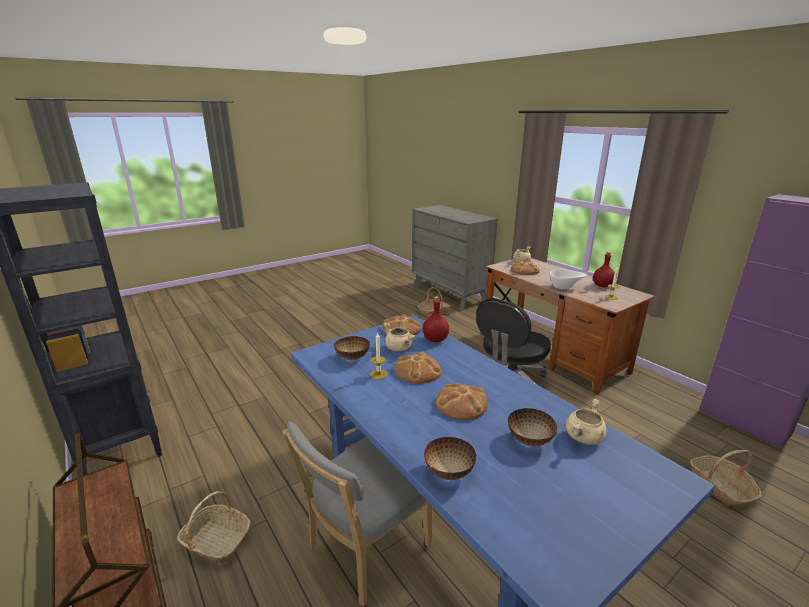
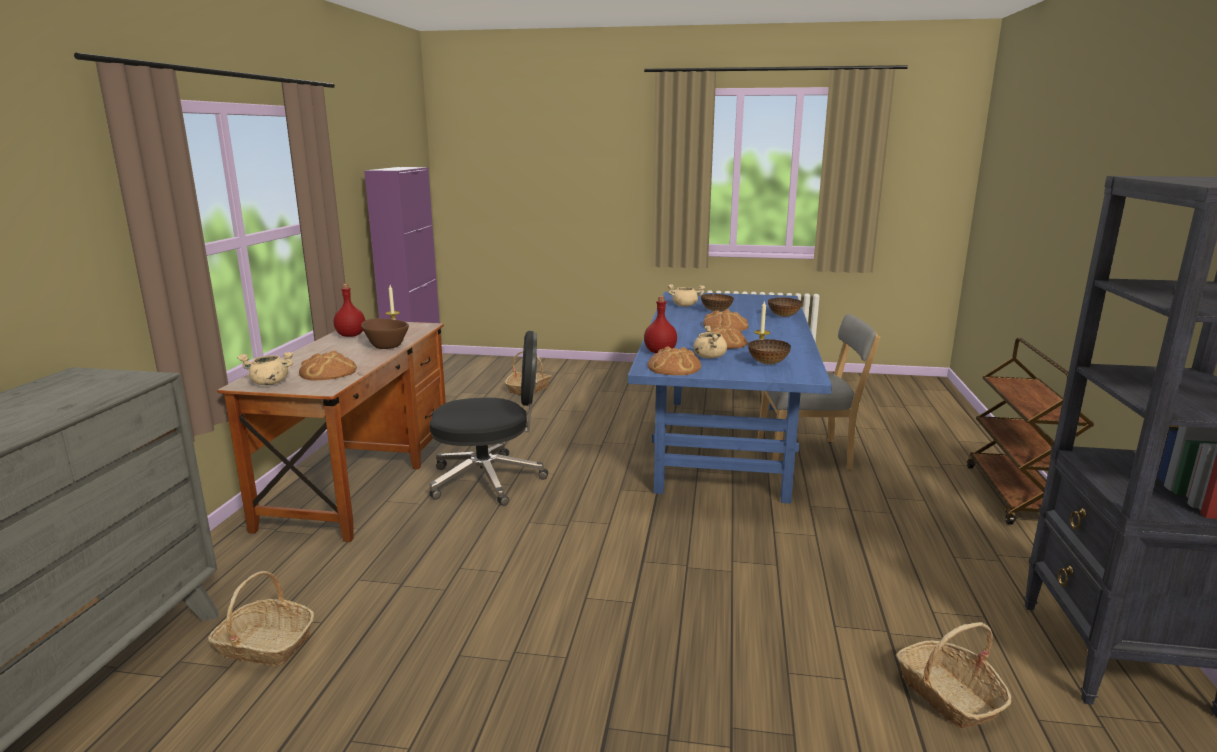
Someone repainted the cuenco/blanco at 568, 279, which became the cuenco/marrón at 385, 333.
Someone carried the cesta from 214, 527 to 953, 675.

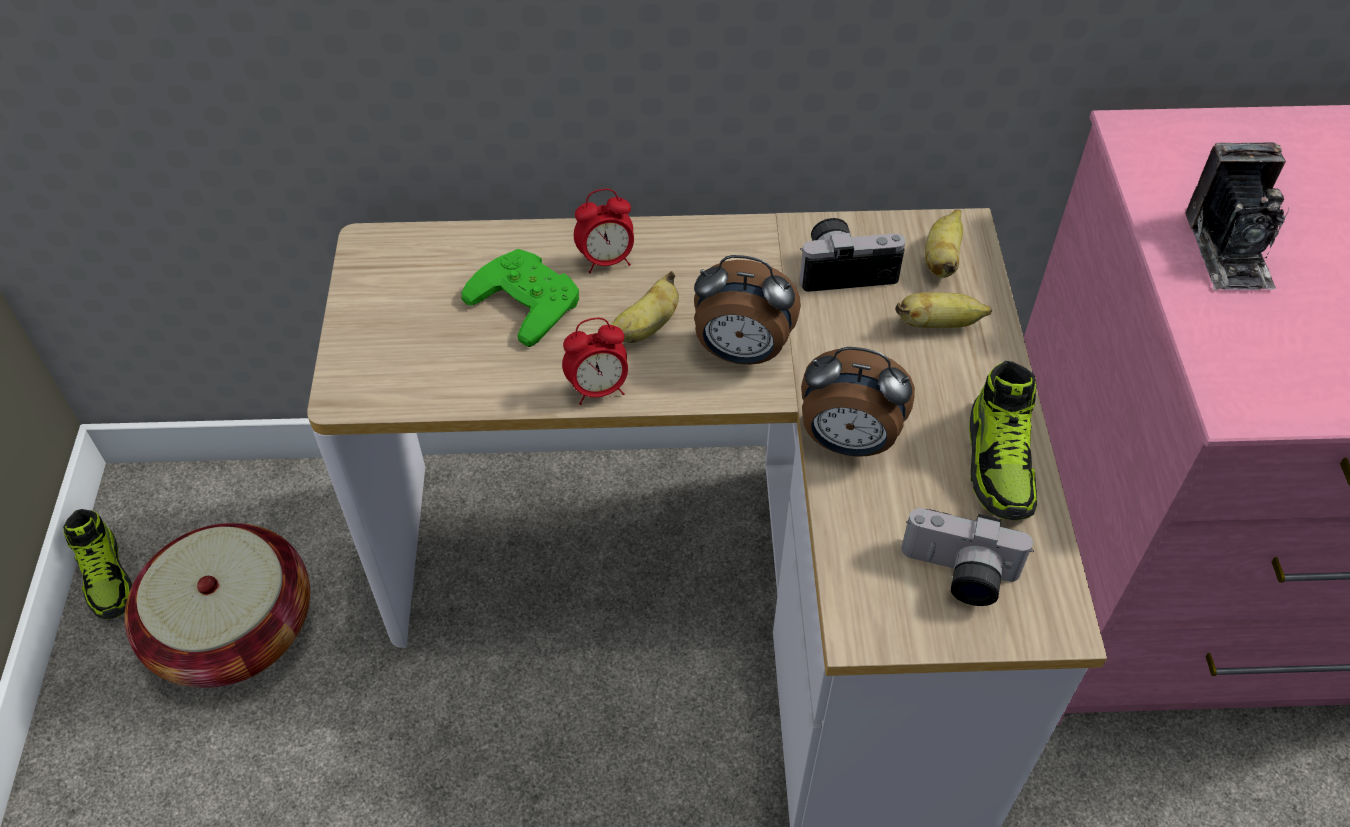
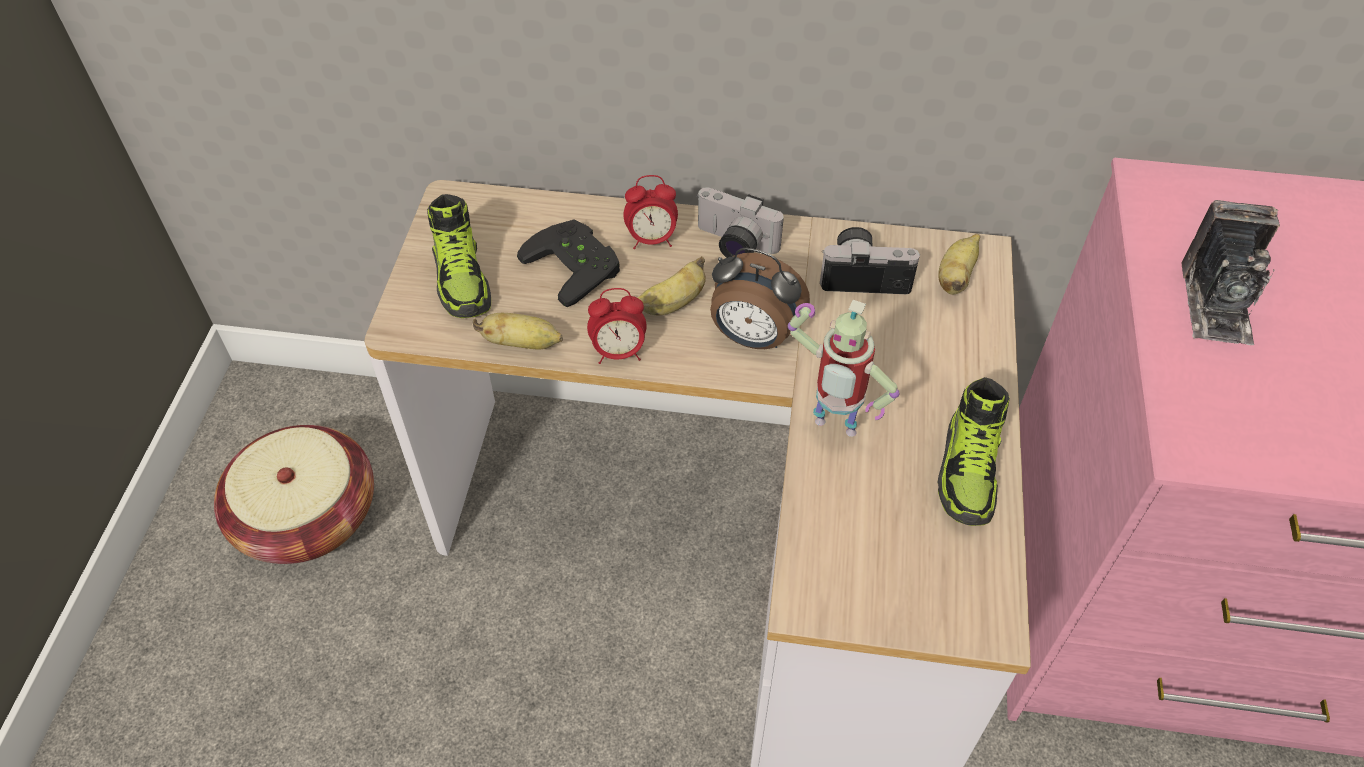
Someone repainted the mando de consola/verde at 520, 298, which became the mando de consola/negro at 568, 263.
Someone carried the plátano from 943, 310 to 518, 331.
Someone swapped the despertador at 858, 402 for the robot de juguete at 843, 368.
Someone carried the cámara from 967, 557 to 740, 222.
Someone carried the zapato from 97, 564 to 459, 256.

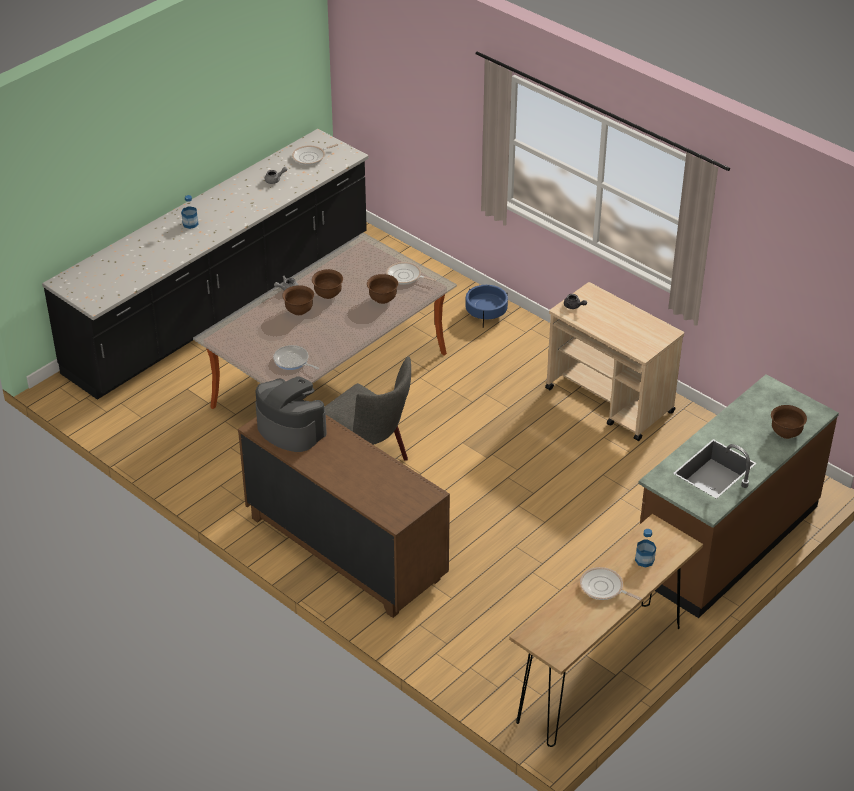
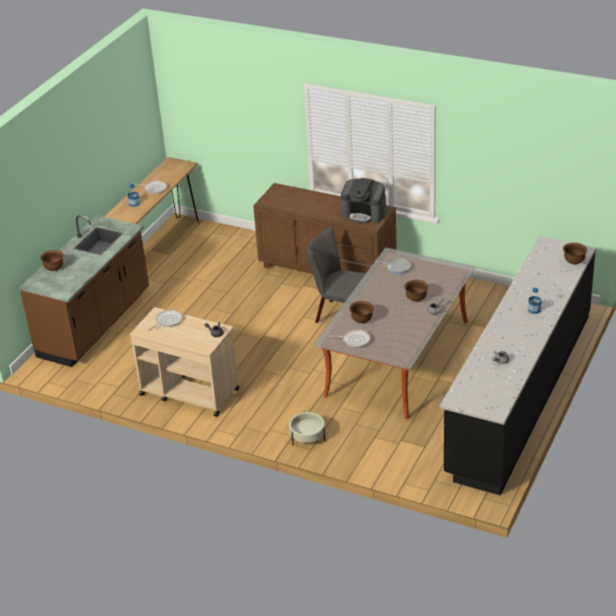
Someone carried the sartén from 315, 155 to 165, 320.
Someone carried the cuenco/marrón from 327, 284 to 575, 254.
Someone repainted the maceta/azul at 486, 306, which became the maceta/beis at 307, 428.

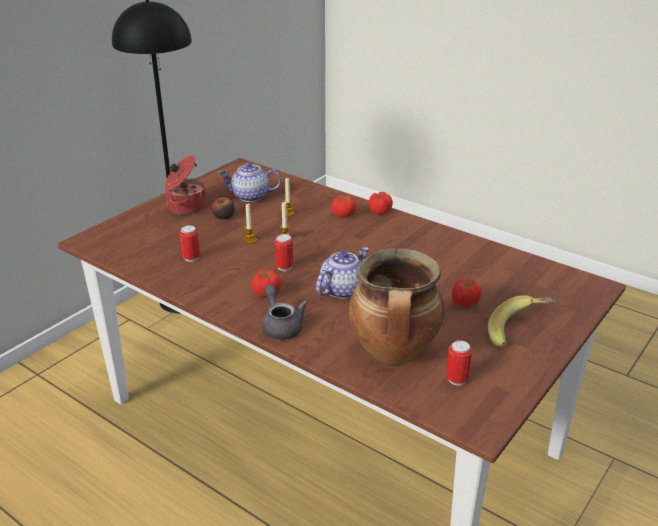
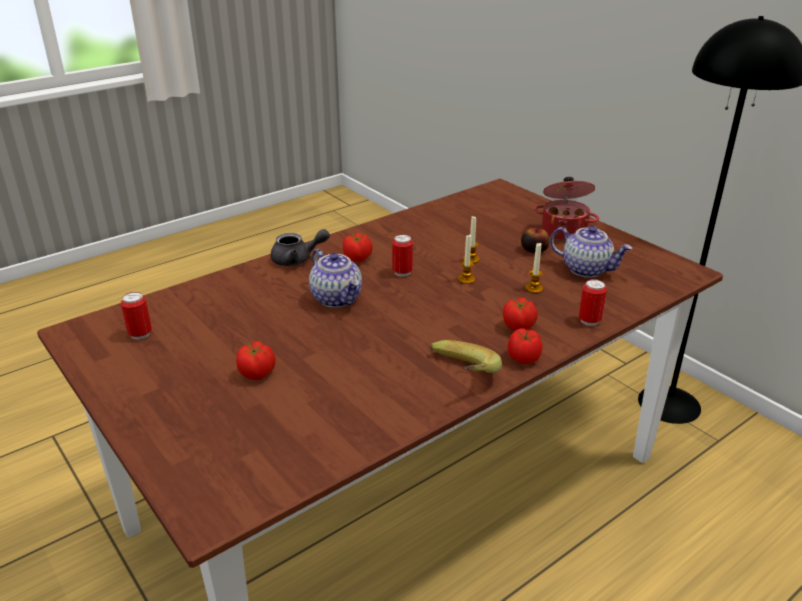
Someone rotated the tetera at 249, 182 by 105 degrees clockwise.
Someone carried the lata from 190, 243 to 593, 302.
Someone took away the olla at 396, 306.
Someone carried the plátano from 522, 321 to 466, 356.

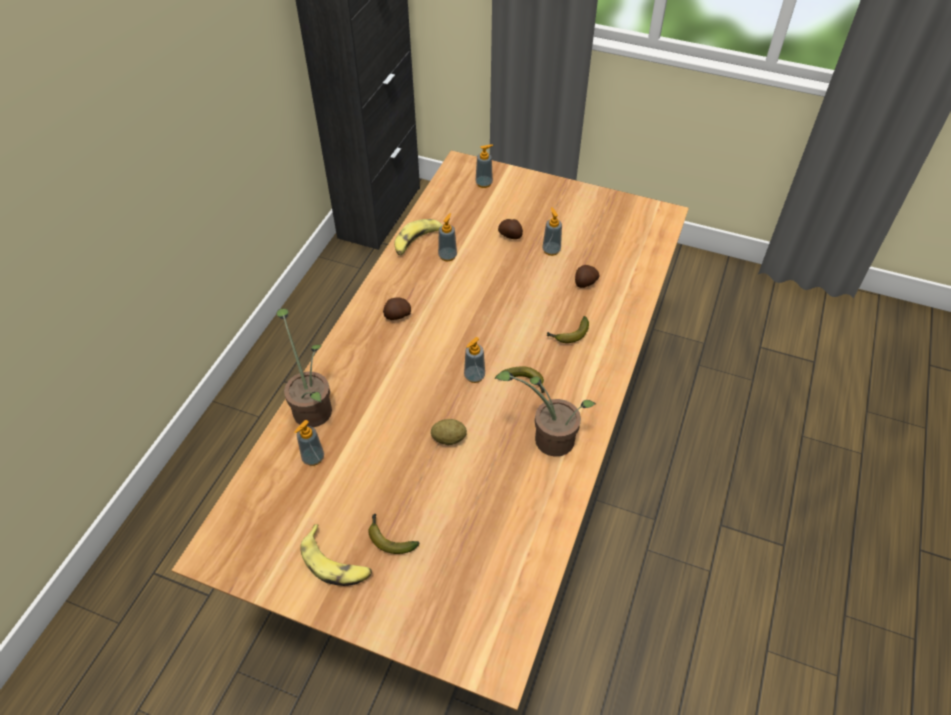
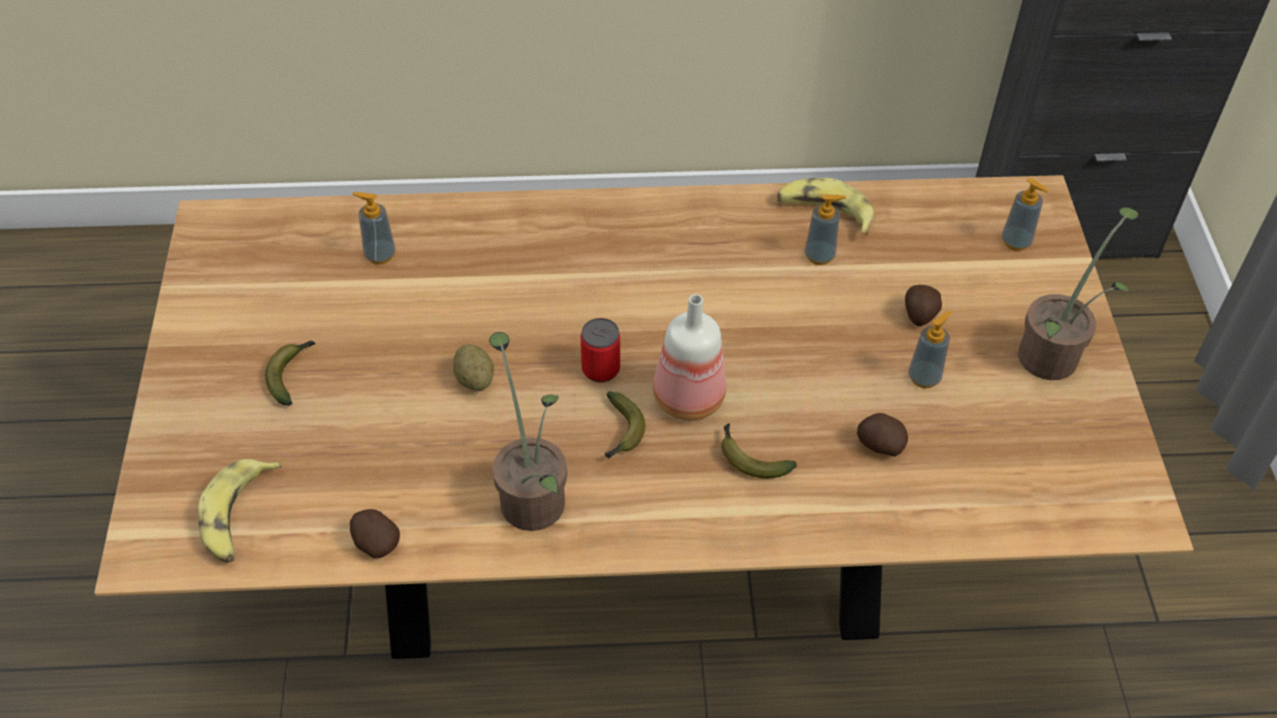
Someone carried the patata from 397, 308 to 375, 533.
Someone carried the planta en maceta from 304, 367 to 1078, 293.
Someone swapped the dispensador de jabón at 474, 360 for the lata at 600, 350.
Someone carried the plátano from 336, 555 to 240, 511.
Someone put down the botella at 689, 357.

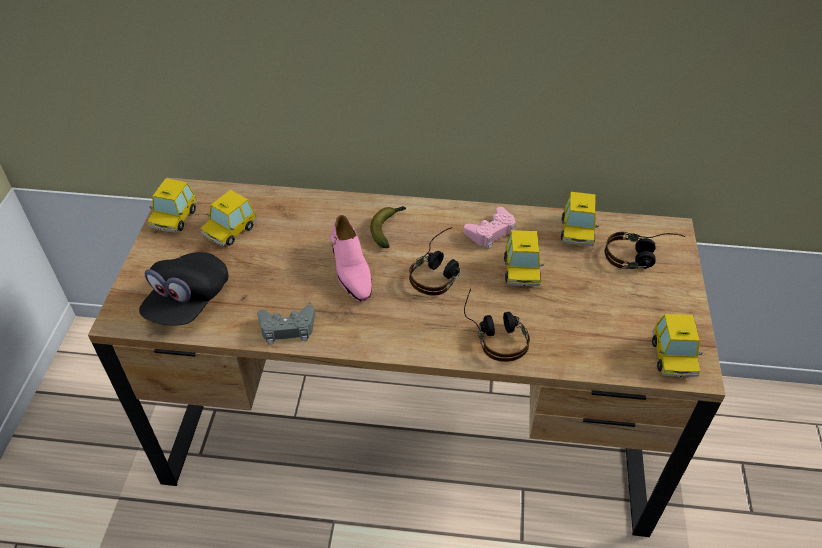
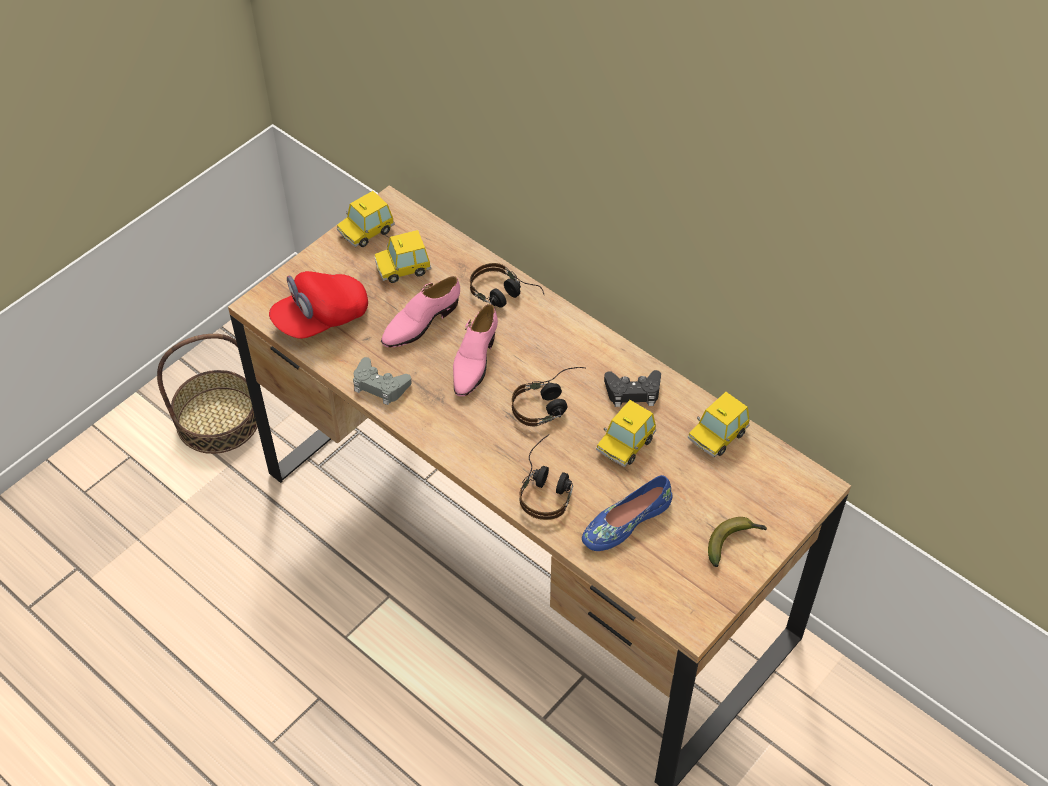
Someone carried the plátano from 388, 227 to 737, 542.
Someone repainted the mando de consola/rosa at 490, 228, which became the mando de consola/negro at 632, 388.
Someone carried the auriculares from 645, 250 to 507, 285.
Someone repainted the gorra/negro at 183, 289, which became the gorra/rojo at 318, 305.
Someone took away the coche de juguete at 677, 345.
Someone put down the zapato/rosa at 420, 311.
Someone put down the cesta at 207, 394.
Someone put down the zapato/azul at 627, 513.

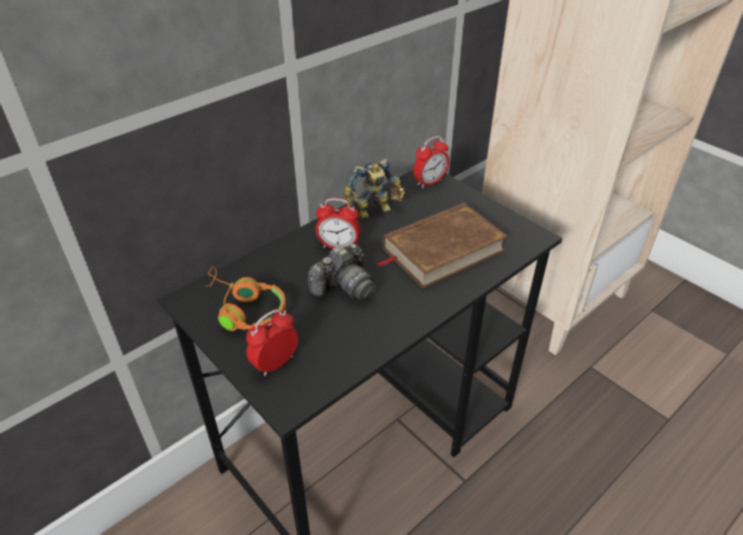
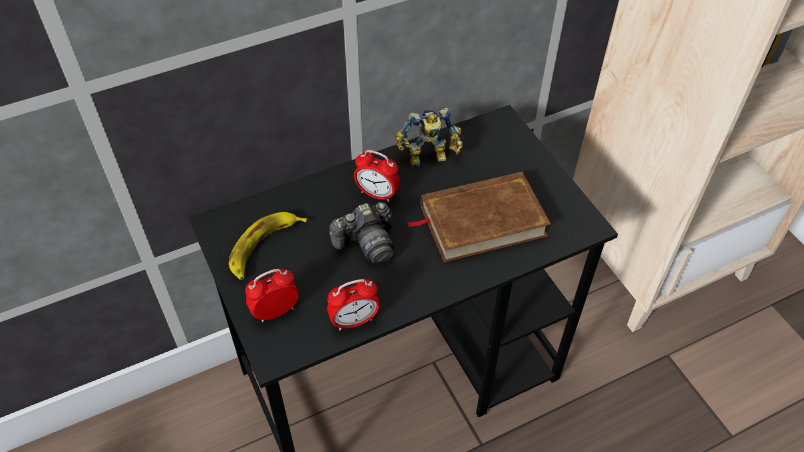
Someone carried the despertador from 431, 162 to 353, 304.
Someone swapped the auriculares/naranja at 246, 298 for the plátano at 268, 246.

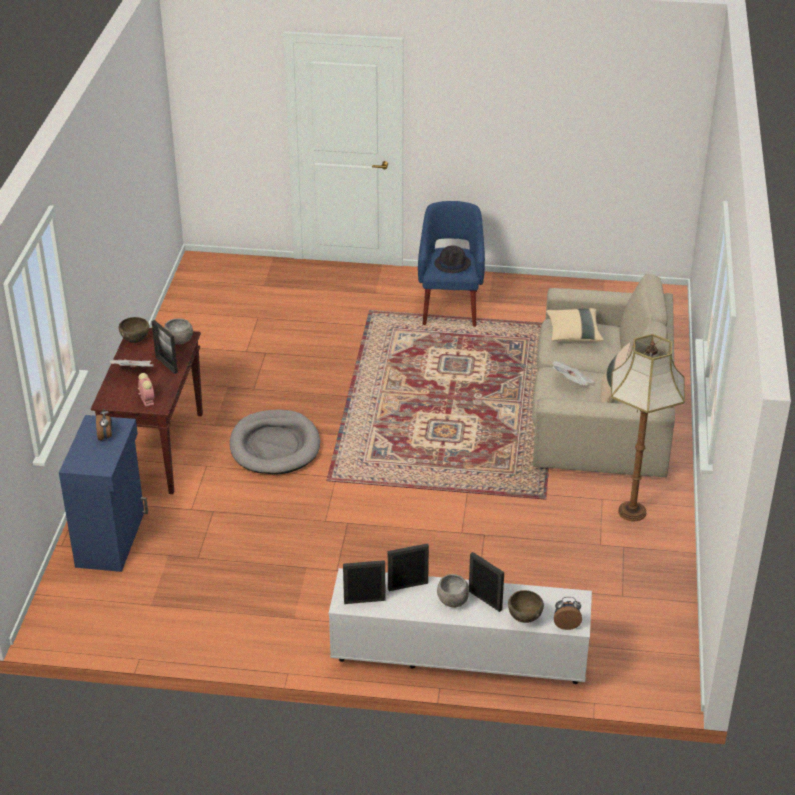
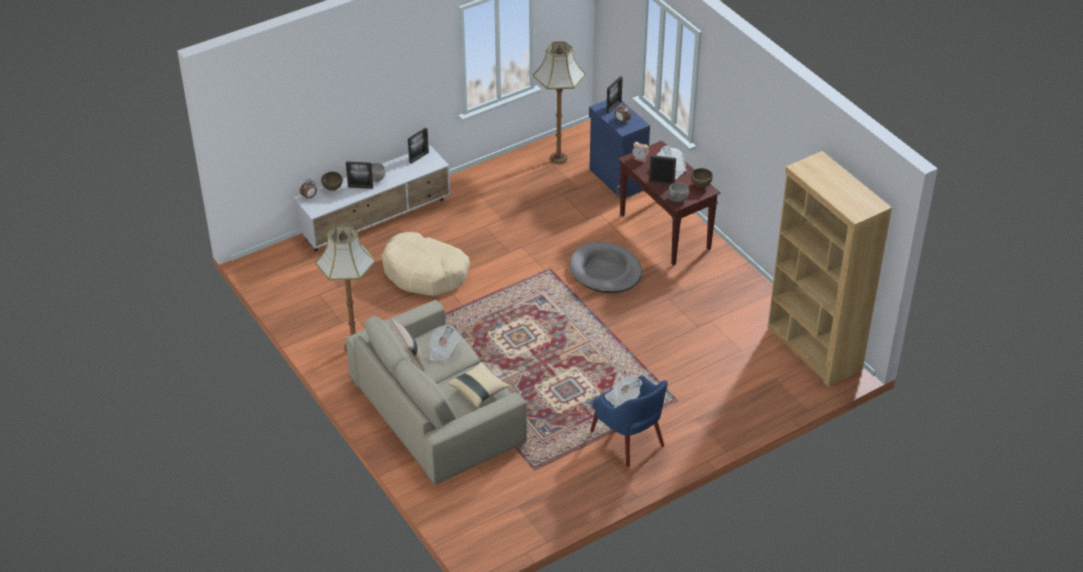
Someone swapped the sombrero/negro at 452, 259 for the periódico at 623, 391.
Someone carried the portarretratos from 408, 567 to 614, 95.
Someone put down the lámpara de pie at 559, 103.
Someone put down the estantería/marrón at 830, 269.
Someone put down the cama para perro/beis at 425, 264.

